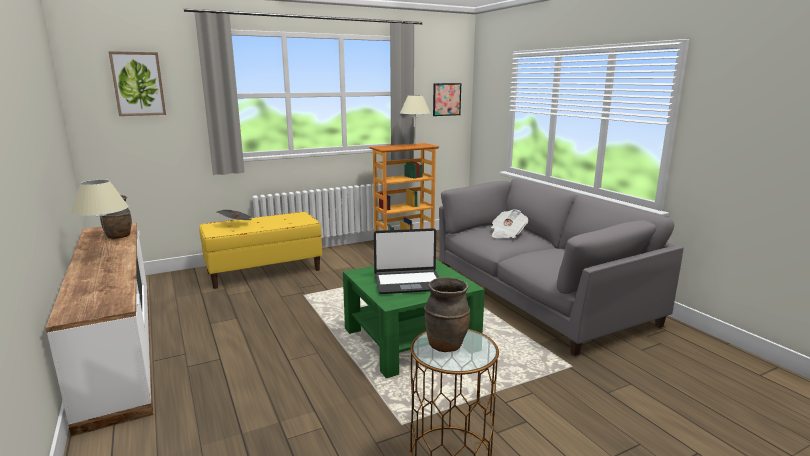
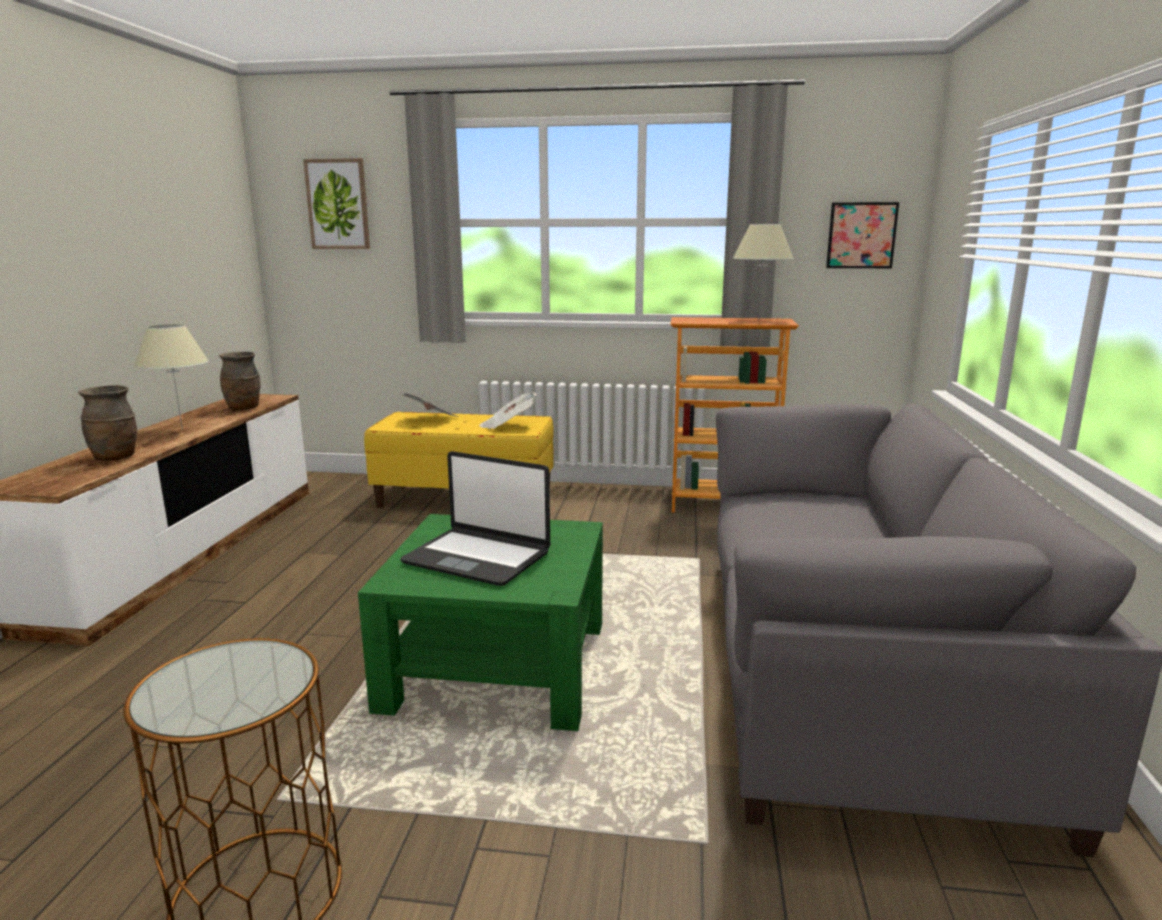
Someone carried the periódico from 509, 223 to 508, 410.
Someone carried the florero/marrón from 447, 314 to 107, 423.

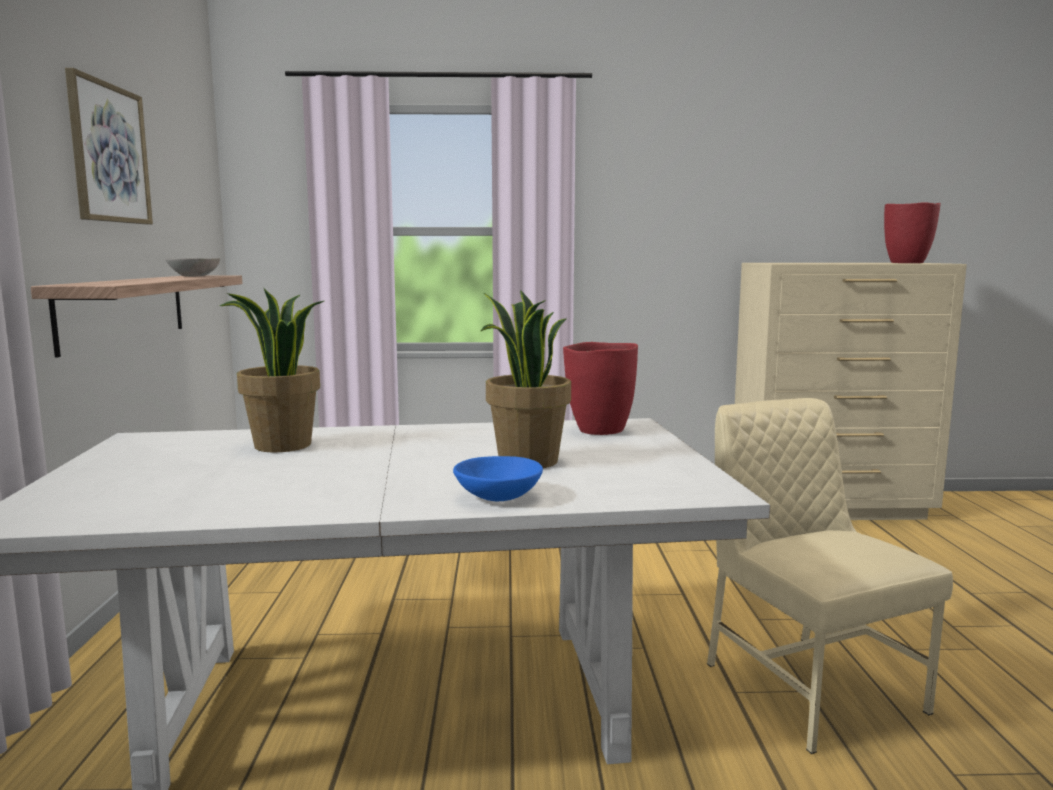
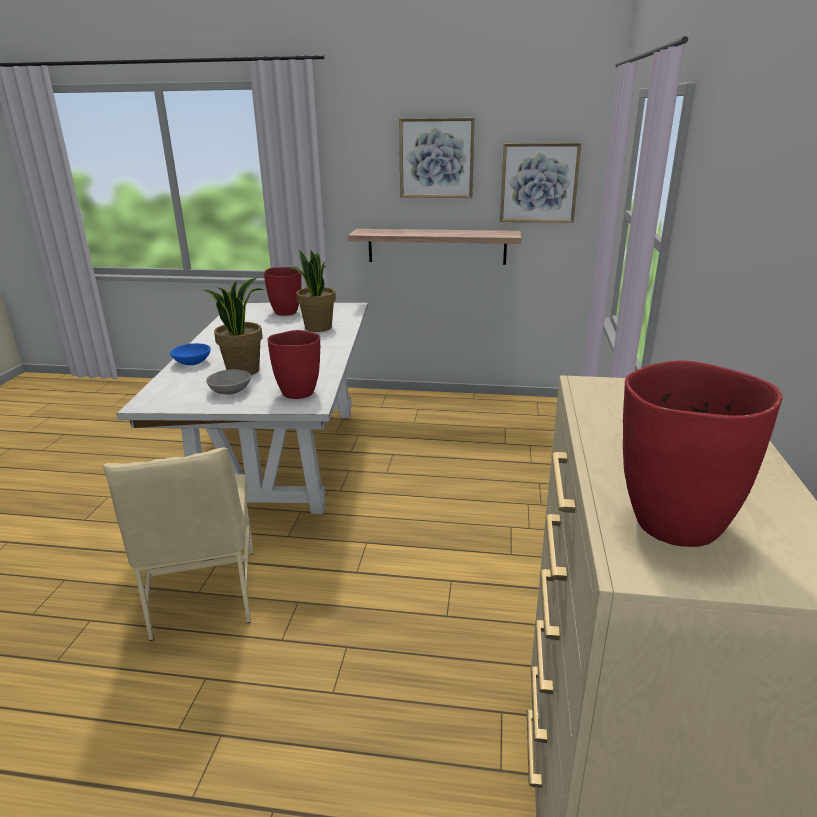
Someone carried the cuenco/gris from 192, 267 to 228, 382.
Someone rotated the silla/beis at 830, 576 by 90 degrees clockwise.
Someone put up the cuadro at 540, 183.
Someone put down the florero/rojo at 282, 291.

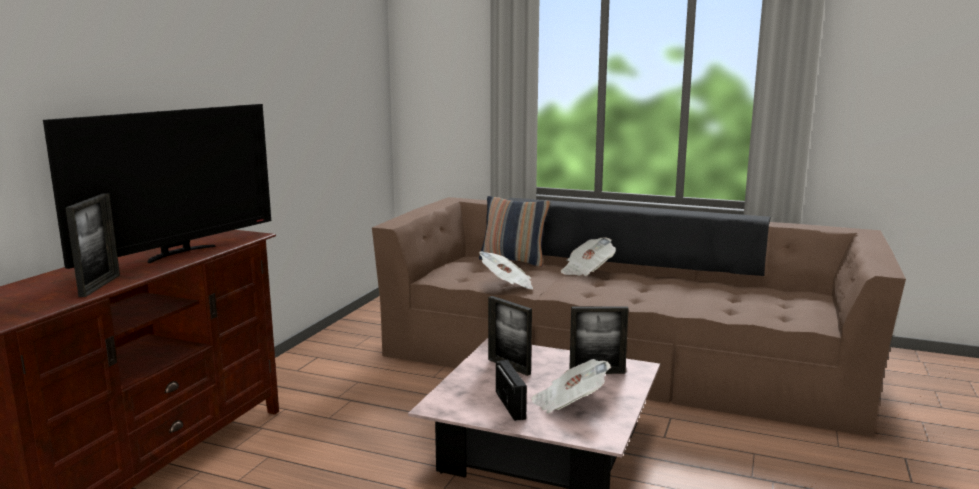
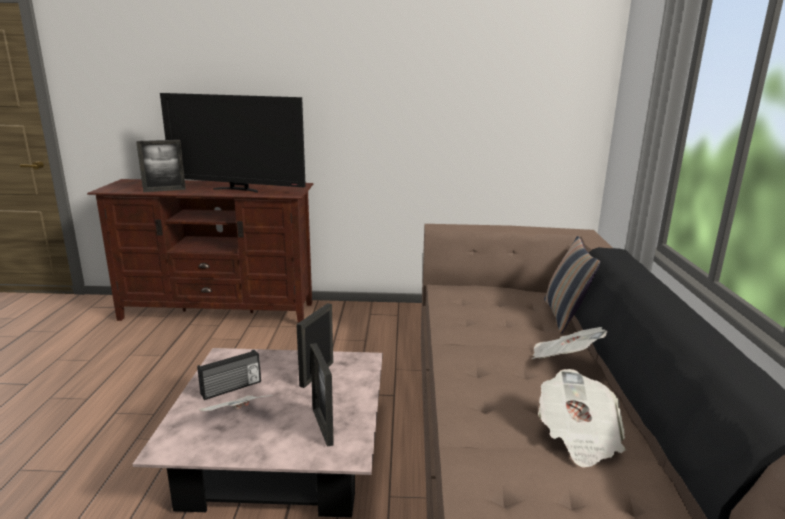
Someone carried the periódico from 506, 270 to 581, 418.

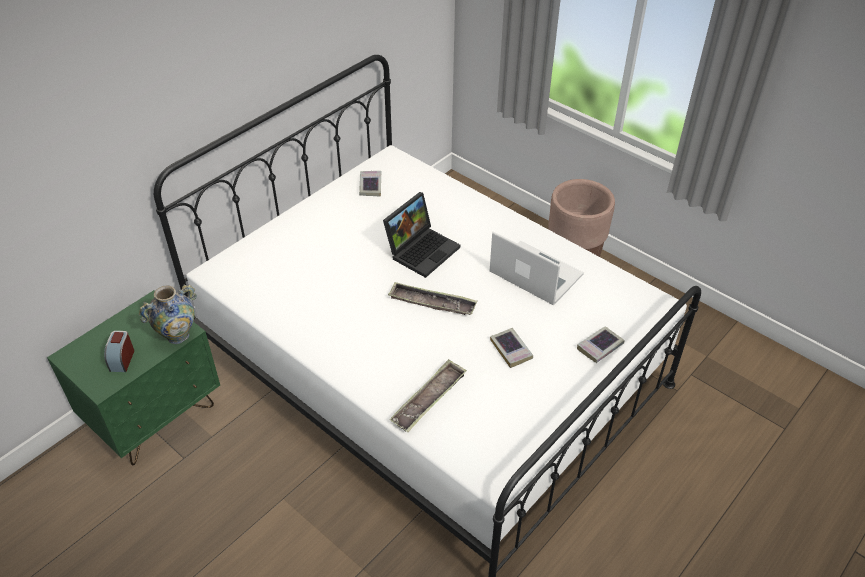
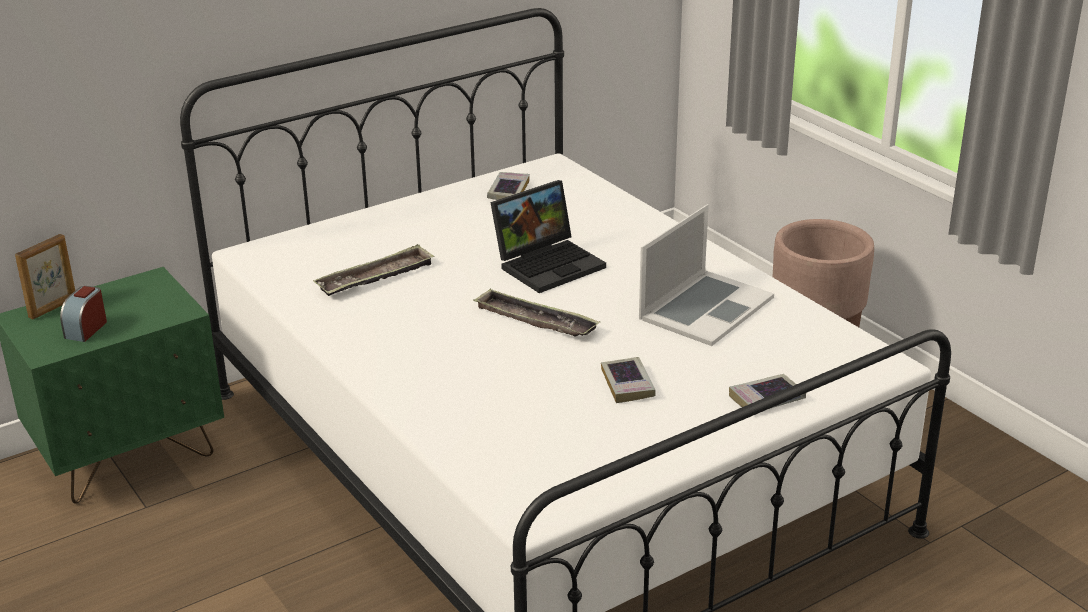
Someone rotated the portátil at 537, 268 by 75 degrees clockwise.
Someone took away the florero at 168, 314.
Someone carried the bandeja from 428, 395 to 373, 270.
Someone put down the portarretratos at 45, 277.

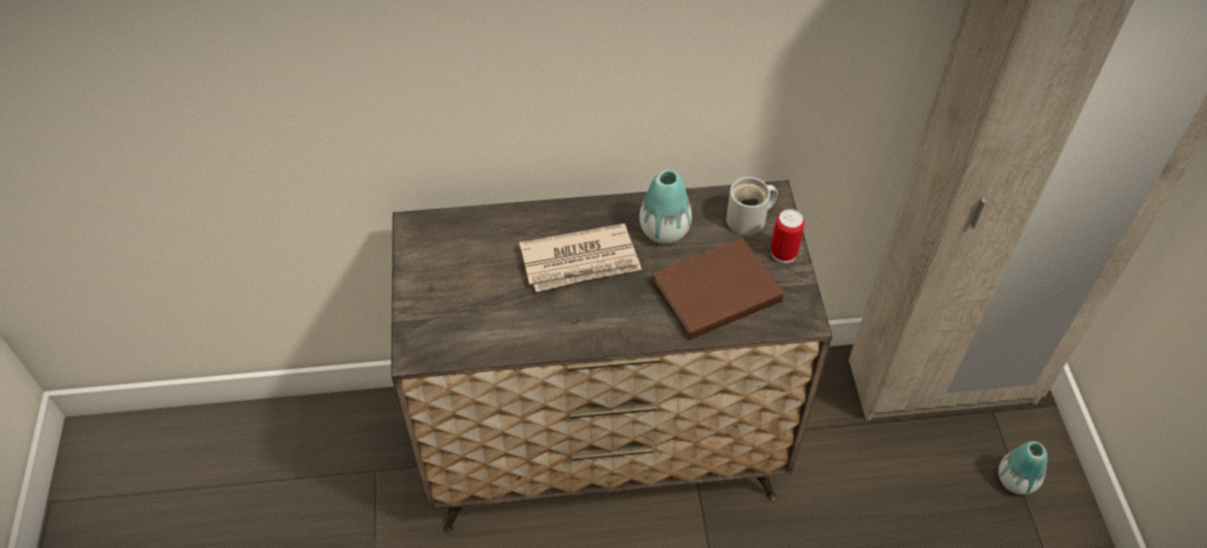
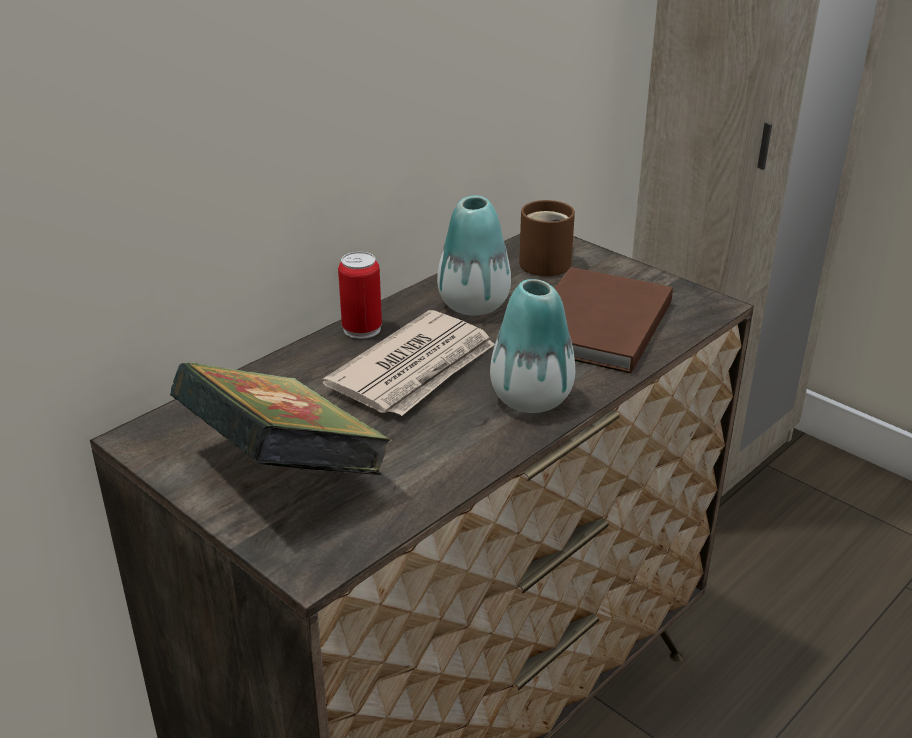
Someone repainted the taza grande/blanco at 752, 206, which became the taza grande/marrón at 547, 238.
Someone carried the lata from 788, 236 to 360, 295.
Someone carried the florero from 1023, 468 to 532, 346.
Someone put down the libro at 281, 418.

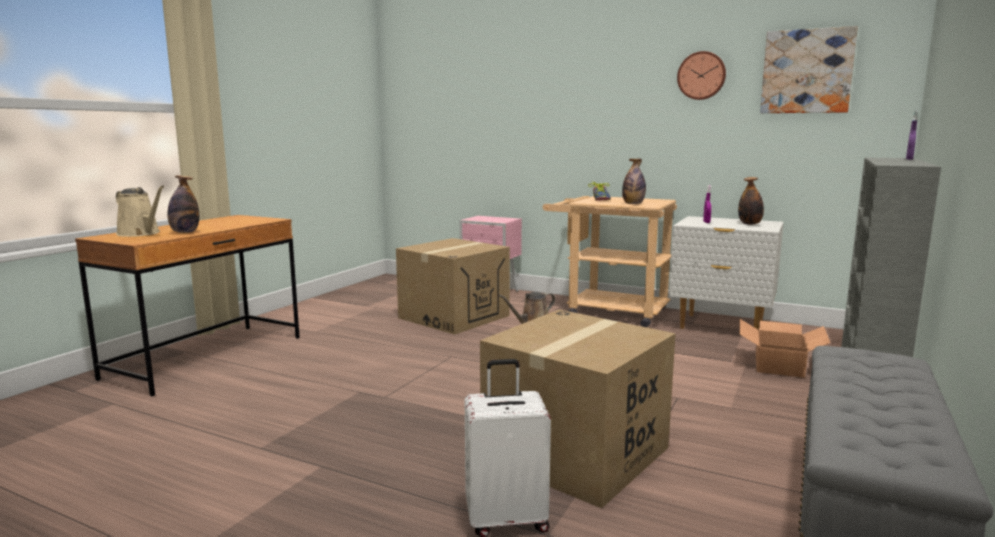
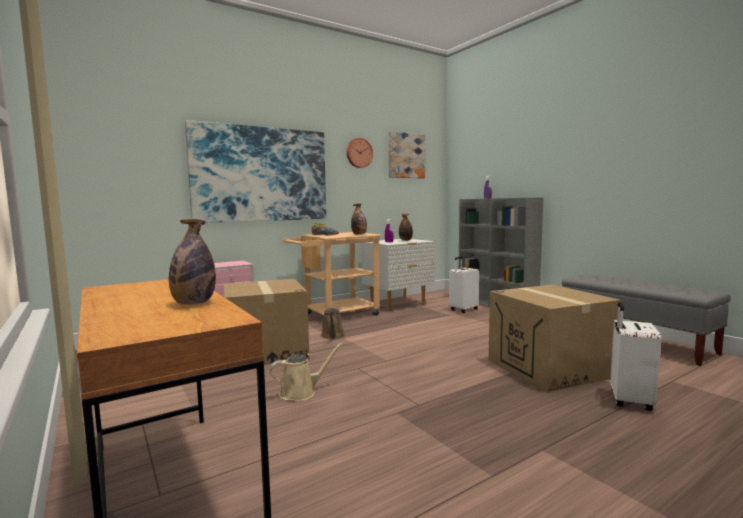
Someone carried the regadera/beis from 140, 211 to 306, 372.
Someone swapped the caja de cartón at 785, 348 for the maleta/blanco at 464, 285.
Someone put up the cuadro at 255, 171.

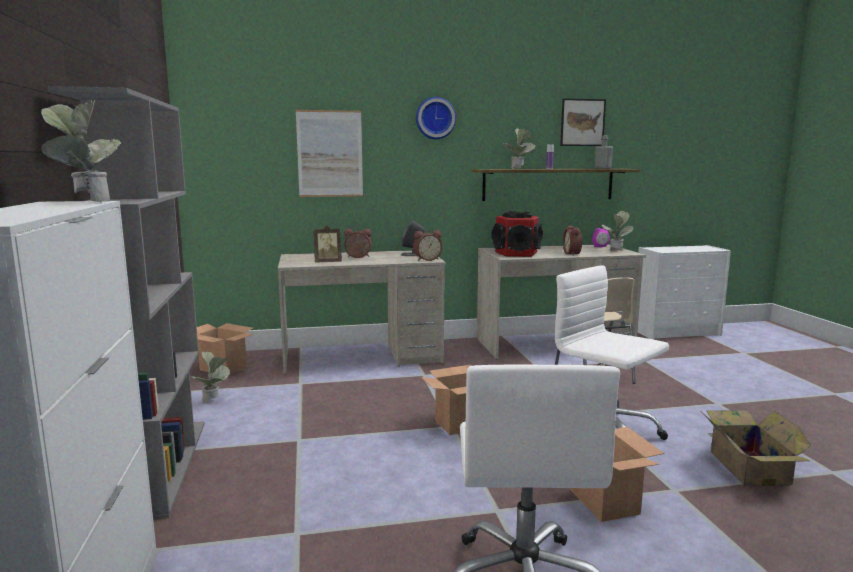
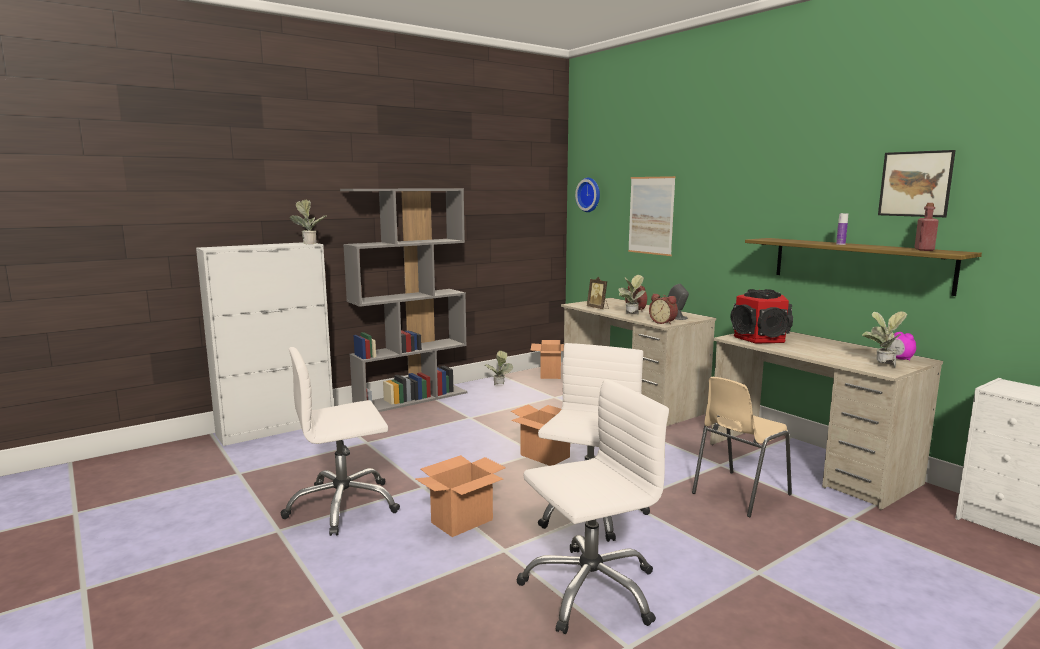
Someone carried the reloj de pared from 436, 118 to 587, 195.
Someone carried the planta en maceta from 519, 148 to 631, 295.
Someone repainted the botella/gris at 604, 152, which became the botella/rojo at 926, 227.
Someone took away the despertador at 572, 240.
Someone swapped the caja de cartón at 757, 448 for the silla de oficina/blanco at 592, 506.

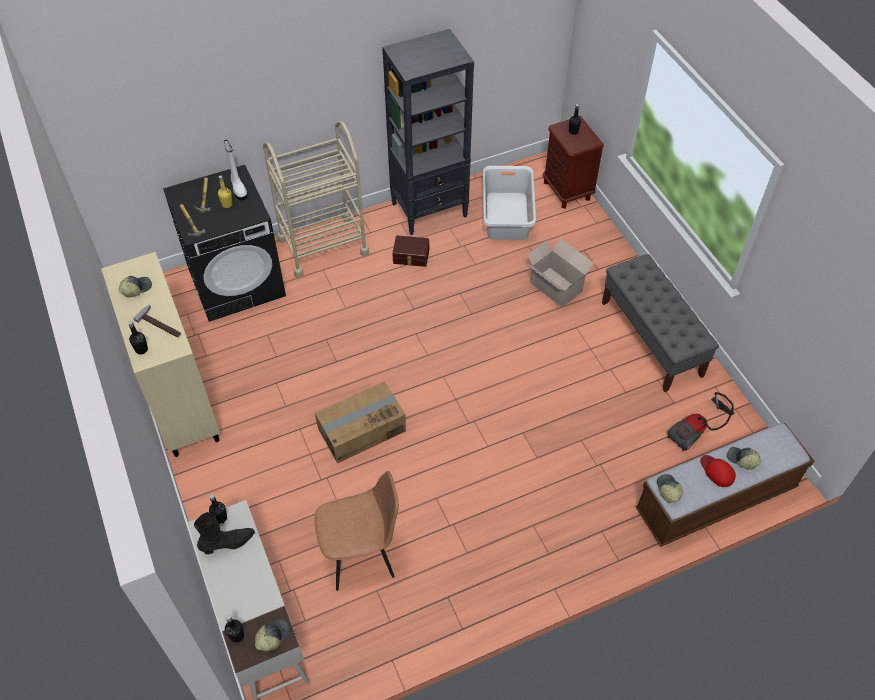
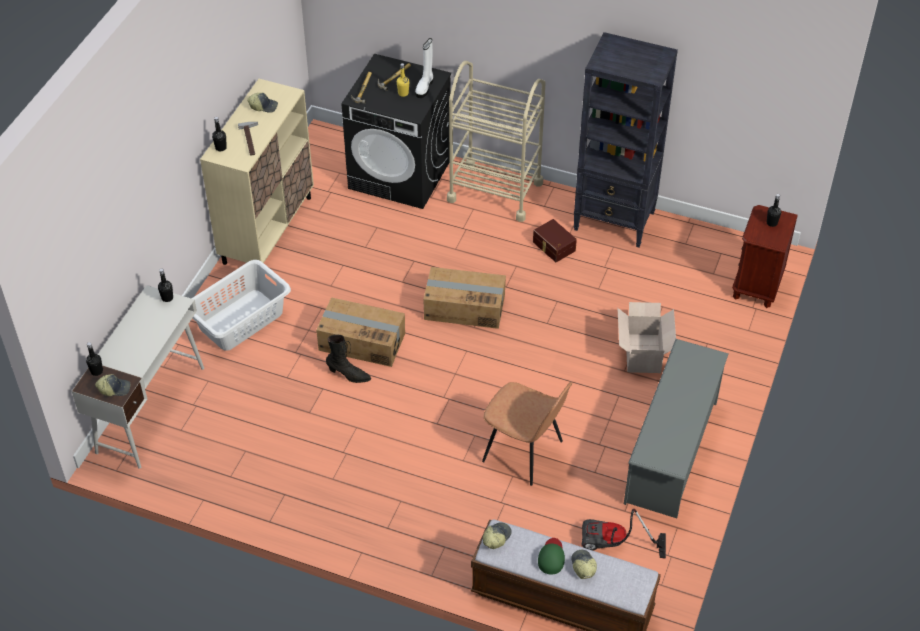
Someone carried the cesto de la ropa/blanco from 509, 203 to 241, 305.
Someone swapped the banco/gris at 660, 323 for the zapatero/gris at 676, 428.
Someone repainted the gorra/rojo at 718, 471, which became the gorra/verde at 551, 556.
Someone carried the silla/marrón from 356, 531 to 527, 434.
Someone carried the bota/negro from 224, 533 to 348, 359.
Someone put down the caja de cartón at 464, 298.

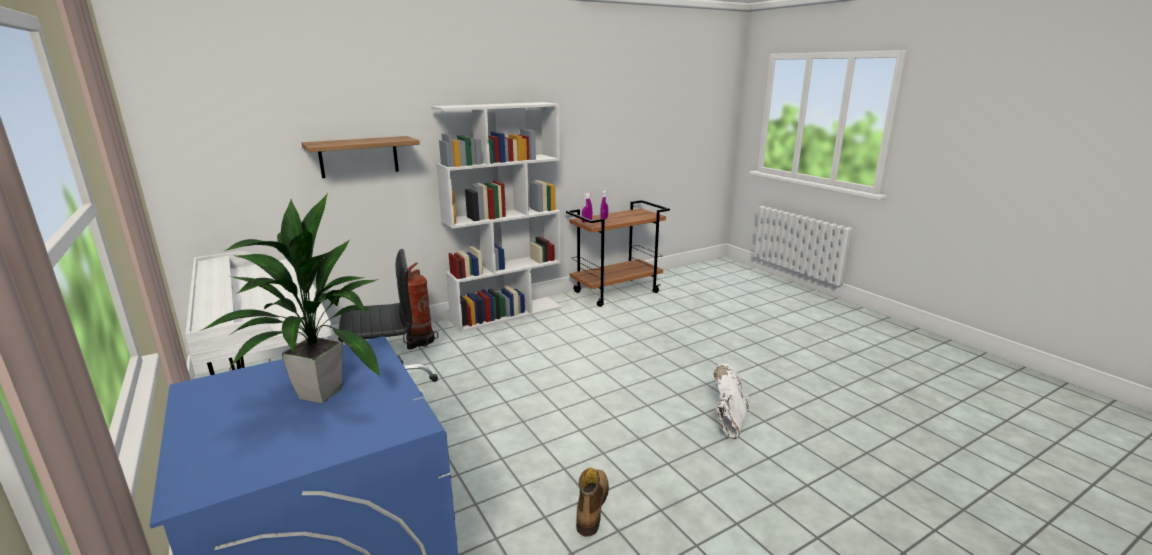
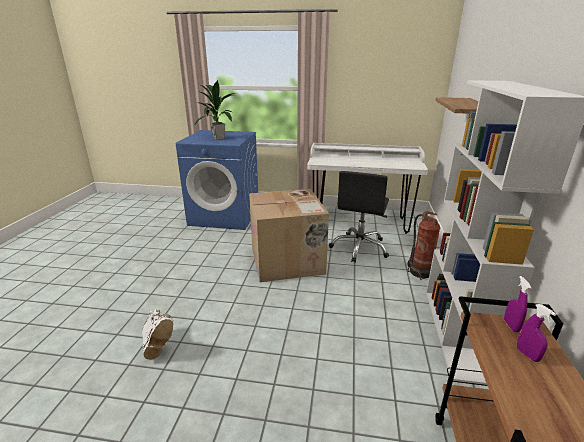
Someone took away the bota at 592, 502.
Someone put down the caja de cartón at 289, 235.

